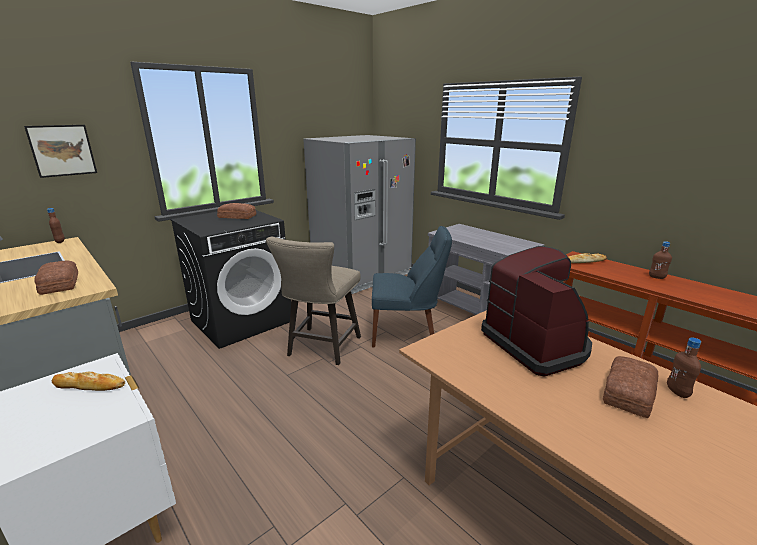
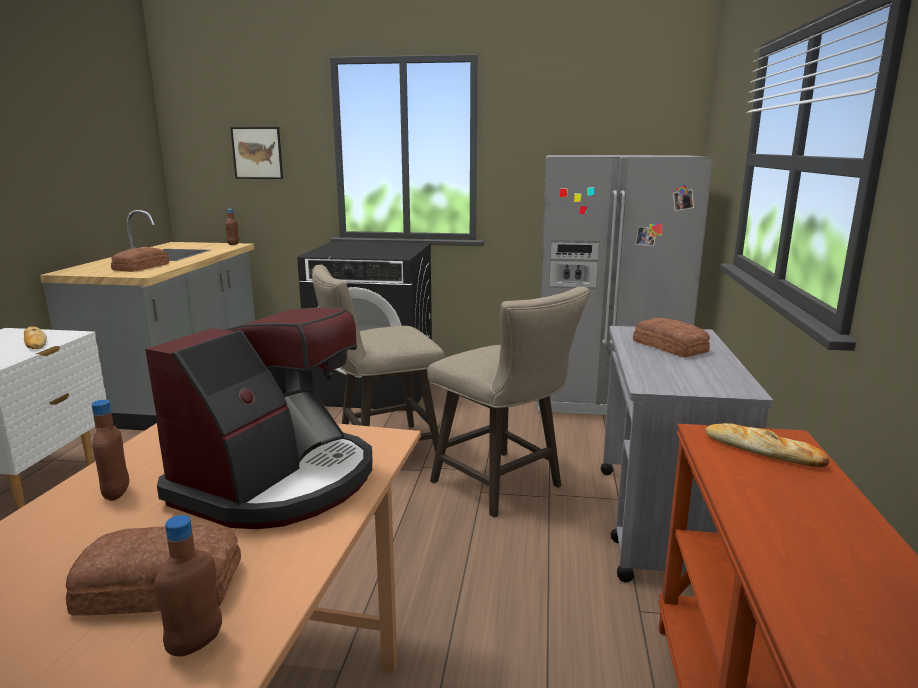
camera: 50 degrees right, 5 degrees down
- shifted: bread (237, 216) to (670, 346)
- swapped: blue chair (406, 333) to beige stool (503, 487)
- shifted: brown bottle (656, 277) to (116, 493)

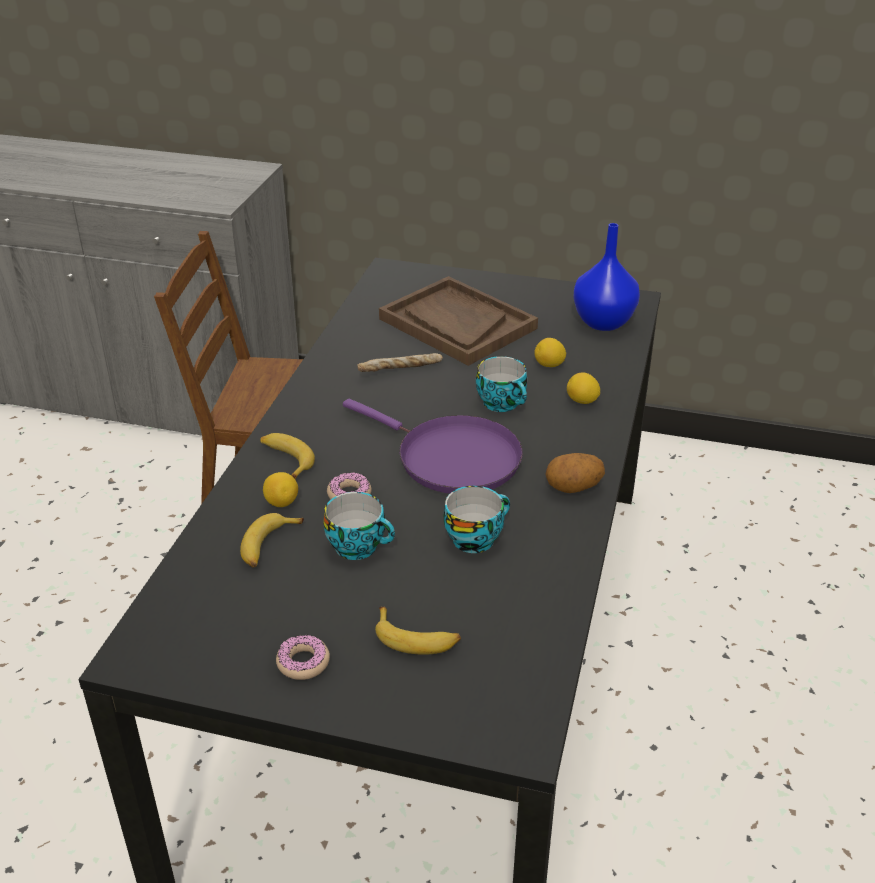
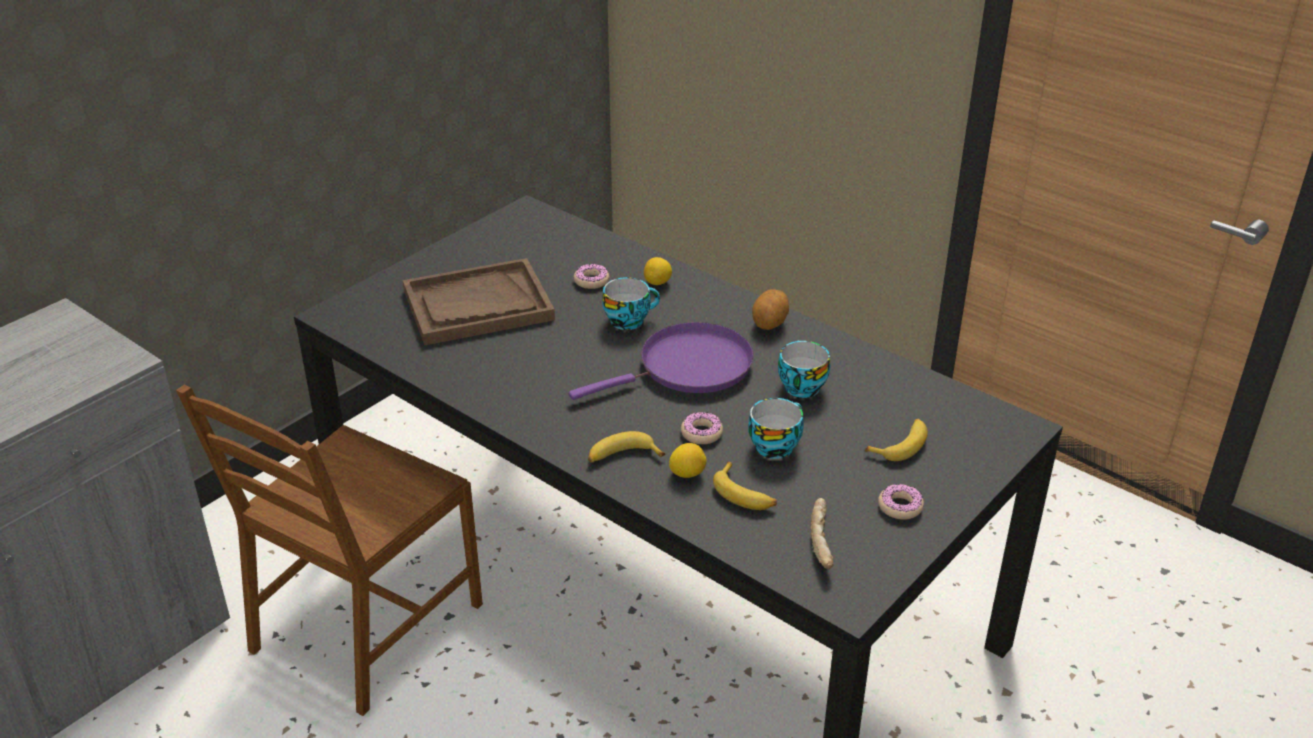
camera: 65 degrees left, 0 degrees up
- shifted: bread (401, 371) to (823, 541)
- swapped: lemon (549, 365) to donut (591, 281)
- gone: blue vase (602, 322)

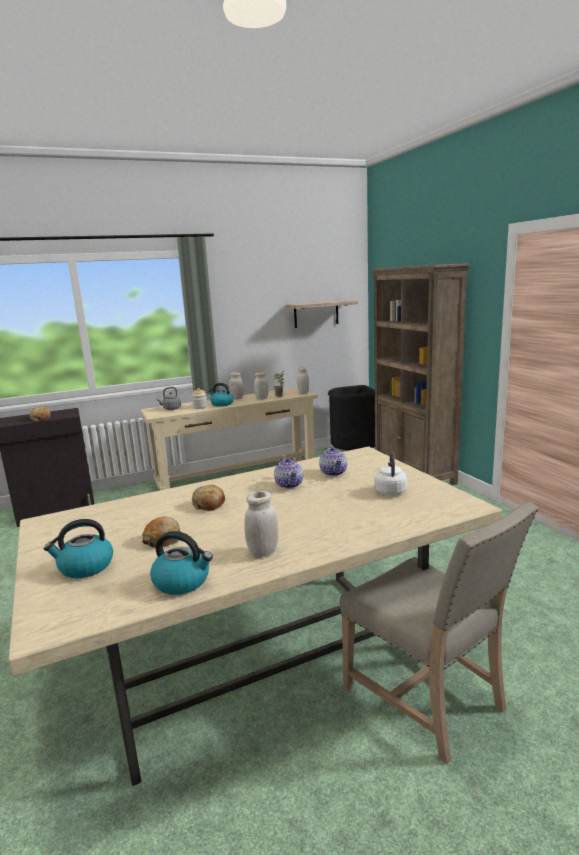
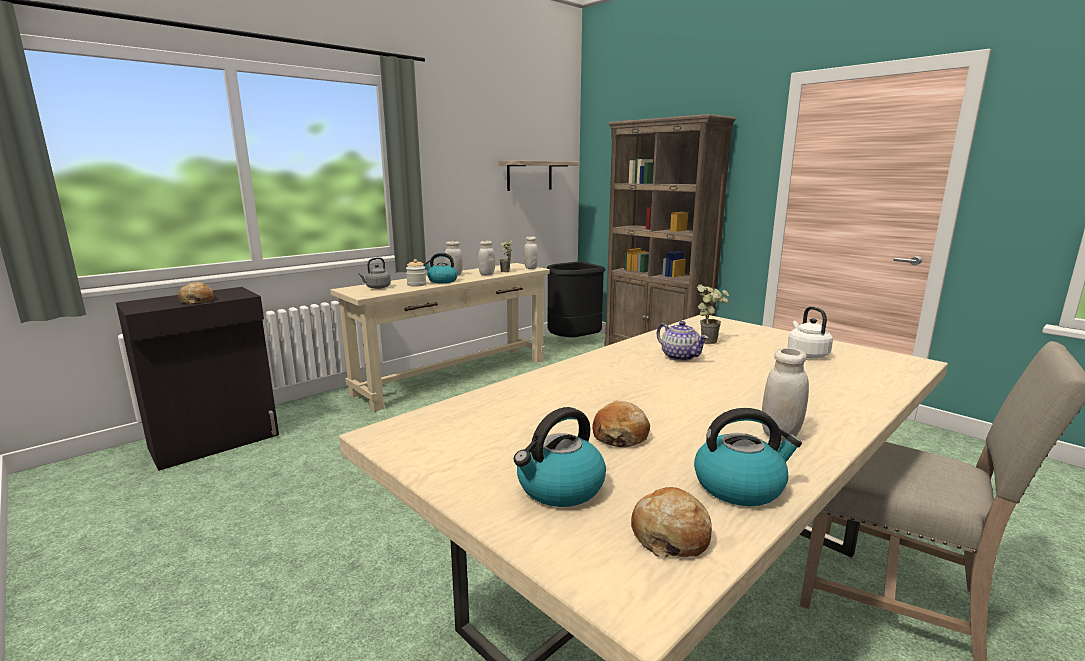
camera: 20 degrees left, 0 degrees up
- shifted: bread (209, 504) to (670, 535)
- swapped: teapot (333, 472) to potted plant (710, 341)

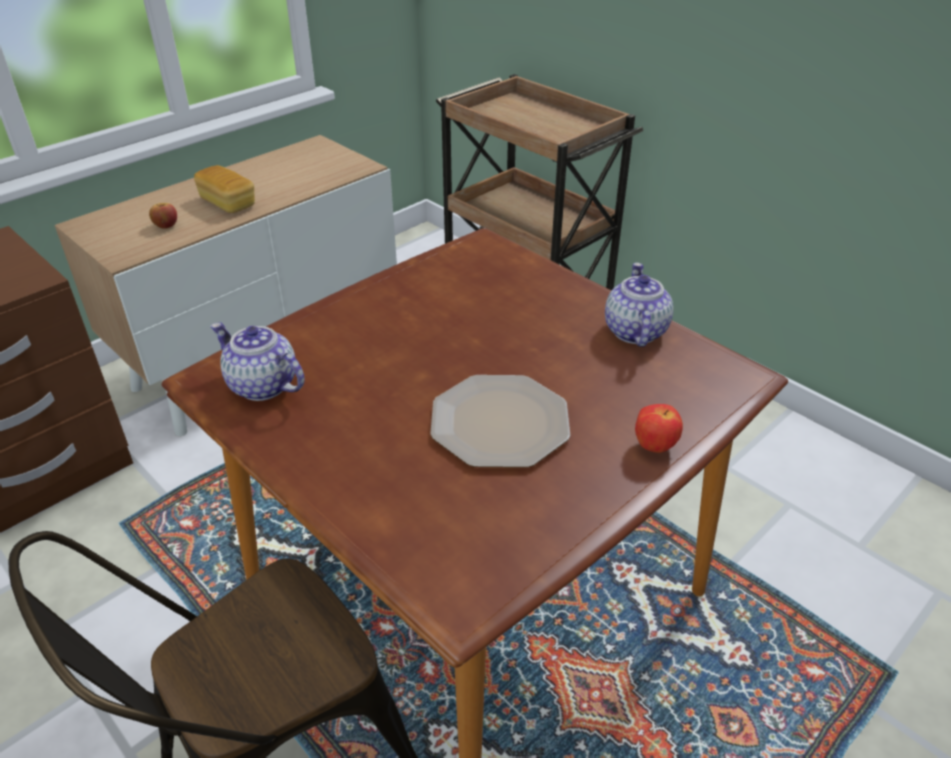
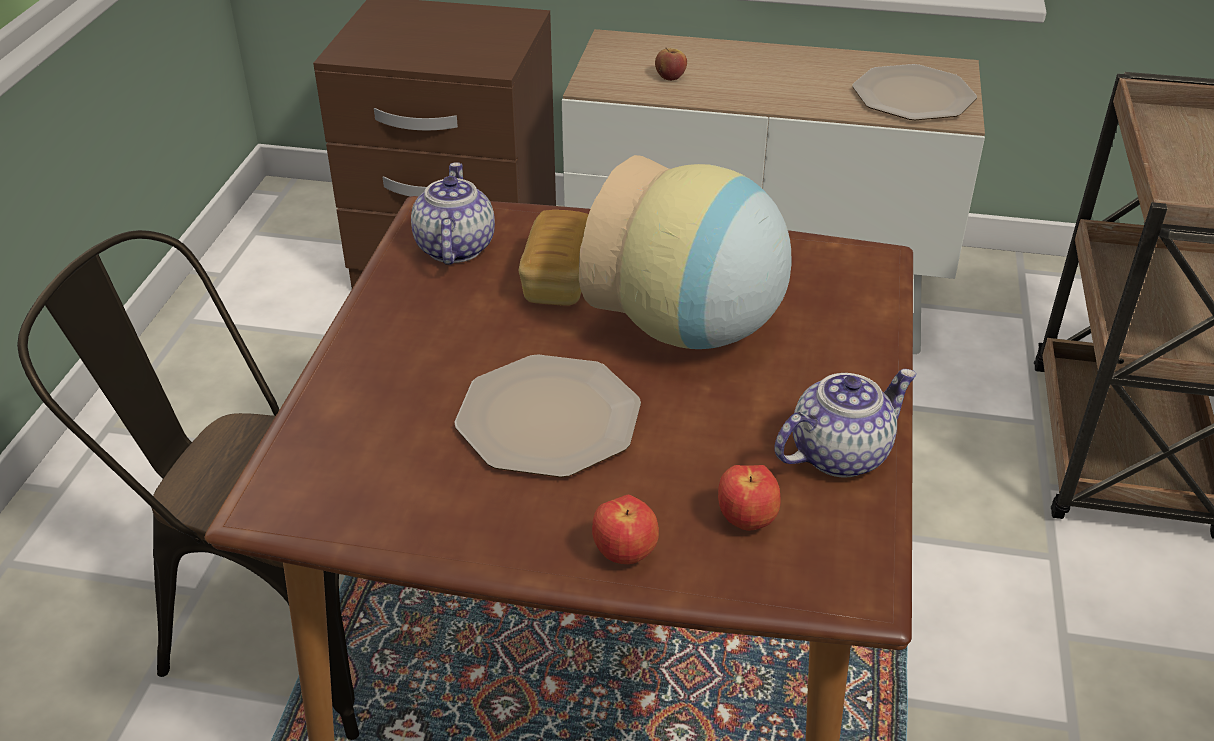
camera: 55 degrees right, 0 degrees up
- shifted: bread (228, 203) to (558, 279)
- new: vase (691, 329)
- new: apple (747, 521)
- new: plate (912, 95)

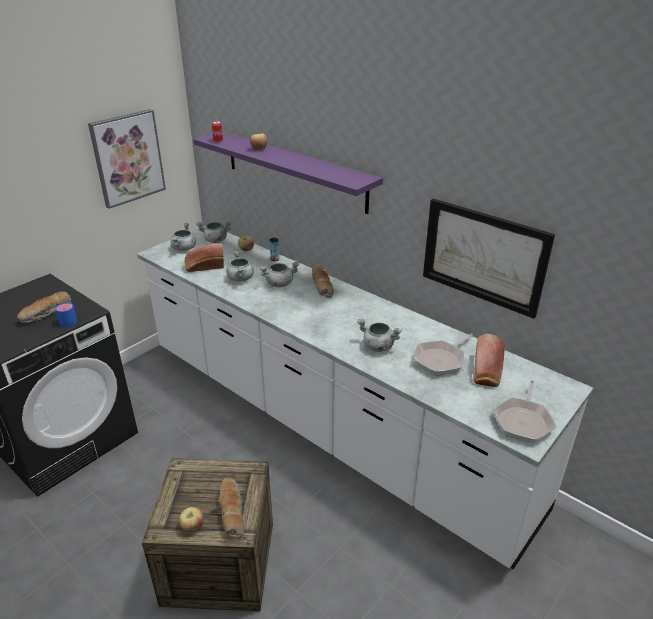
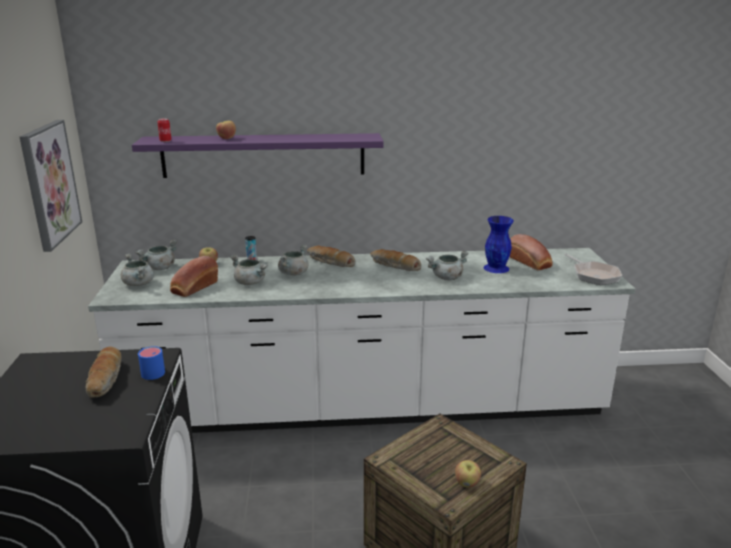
camera: 45 degrees left, 10 degrees down
- shifted: bread (231, 512) to (394, 266)
- swapped: frying pan (441, 360) to blue vase (496, 268)
- gone: picture (483, 256)

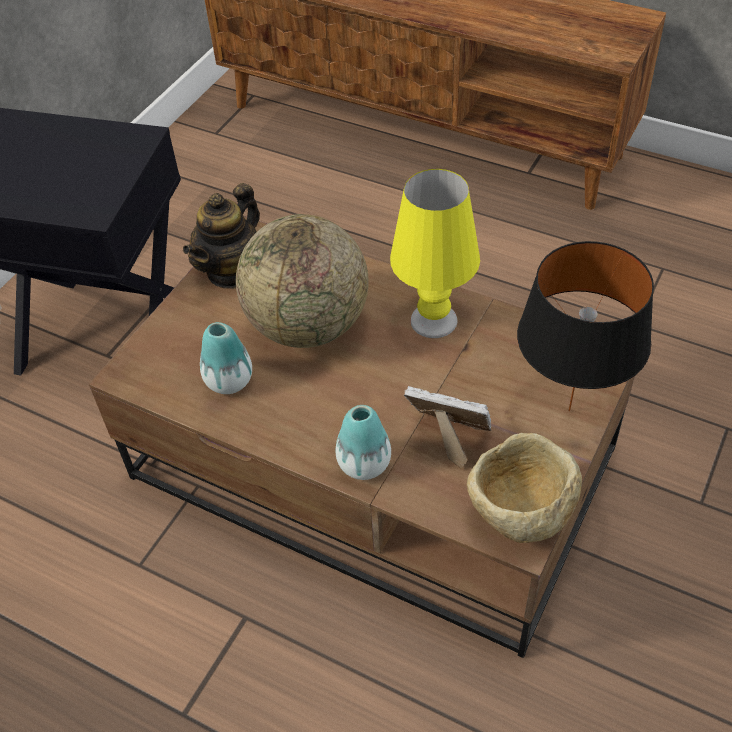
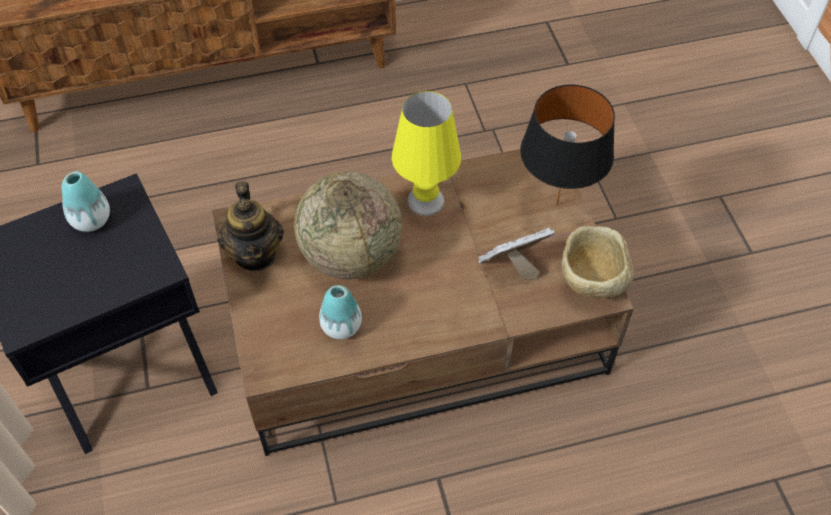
camera: 45 degrees left, 5 degrees up
- shifted: vase (364, 464) to (91, 220)

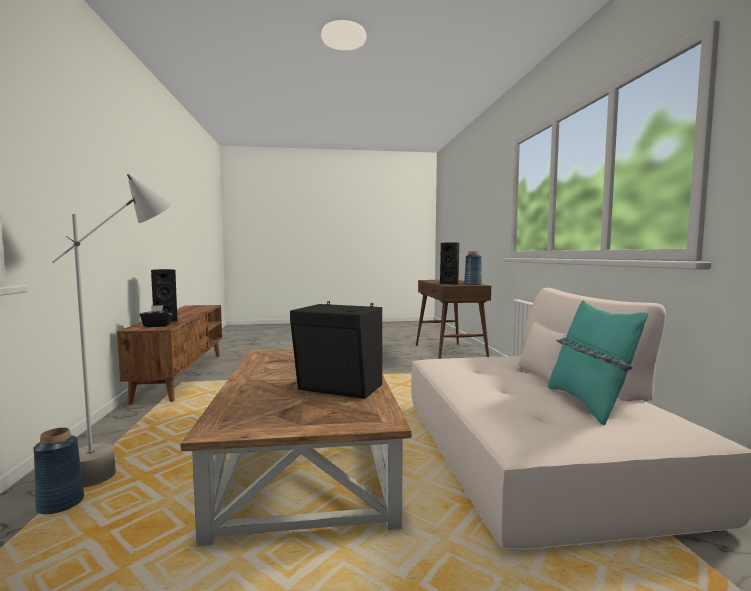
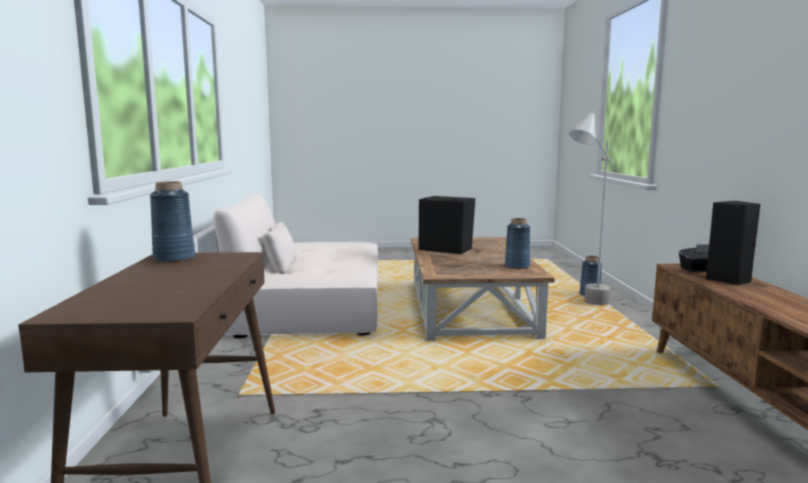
camera: 175 degrees left, 5 degrees up
- gone: black speaker (450, 283)
- gone: turquoise pillow (589, 404)
- new: blue vase (517, 266)

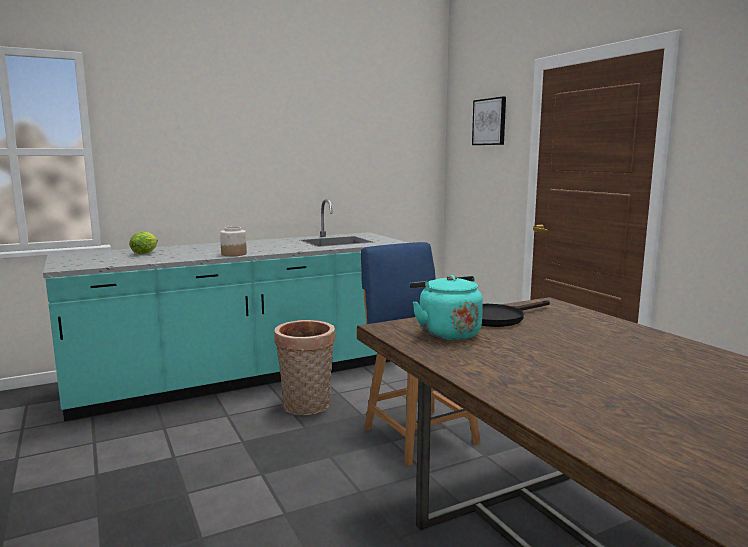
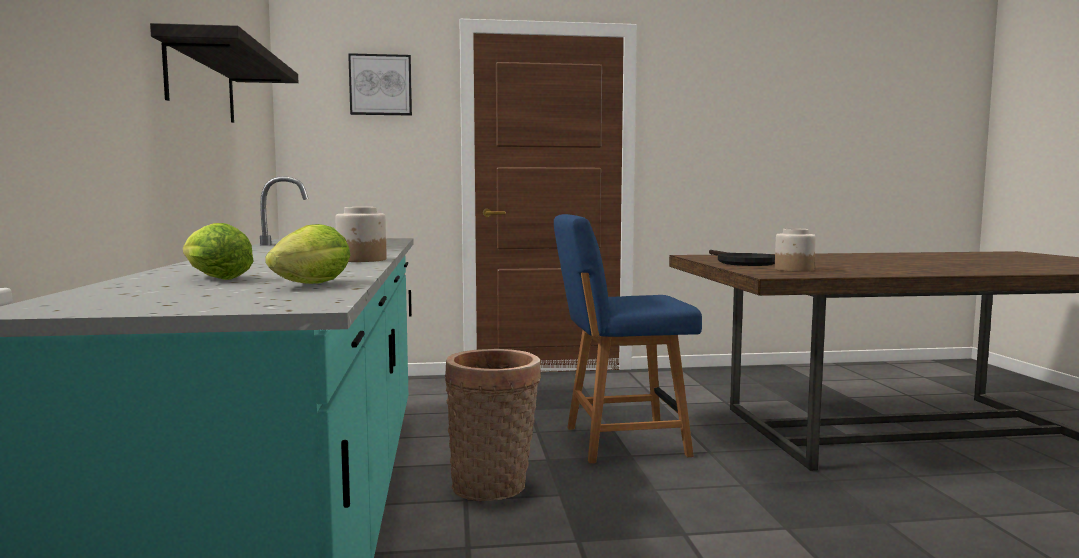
camera: 70 degrees left, 5 degrees down
- swapped: turquoise kettle (446, 333) to jar (793, 269)
- new: shelf (201, 82)
- new: lettuce (307, 285)

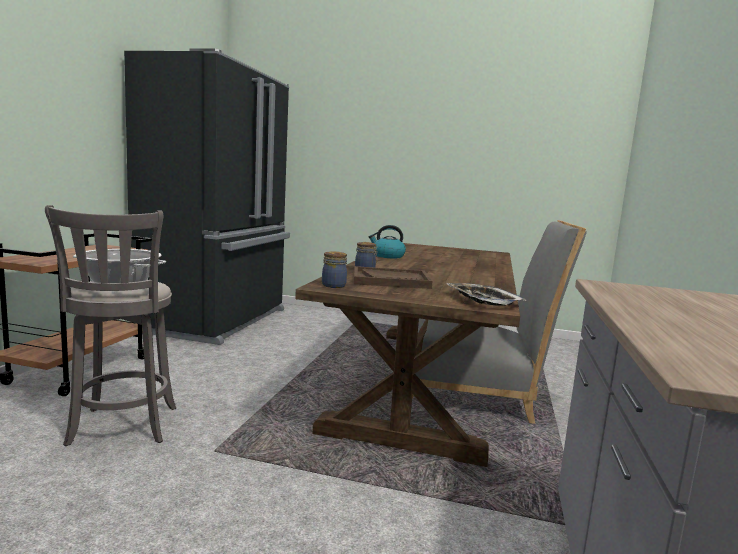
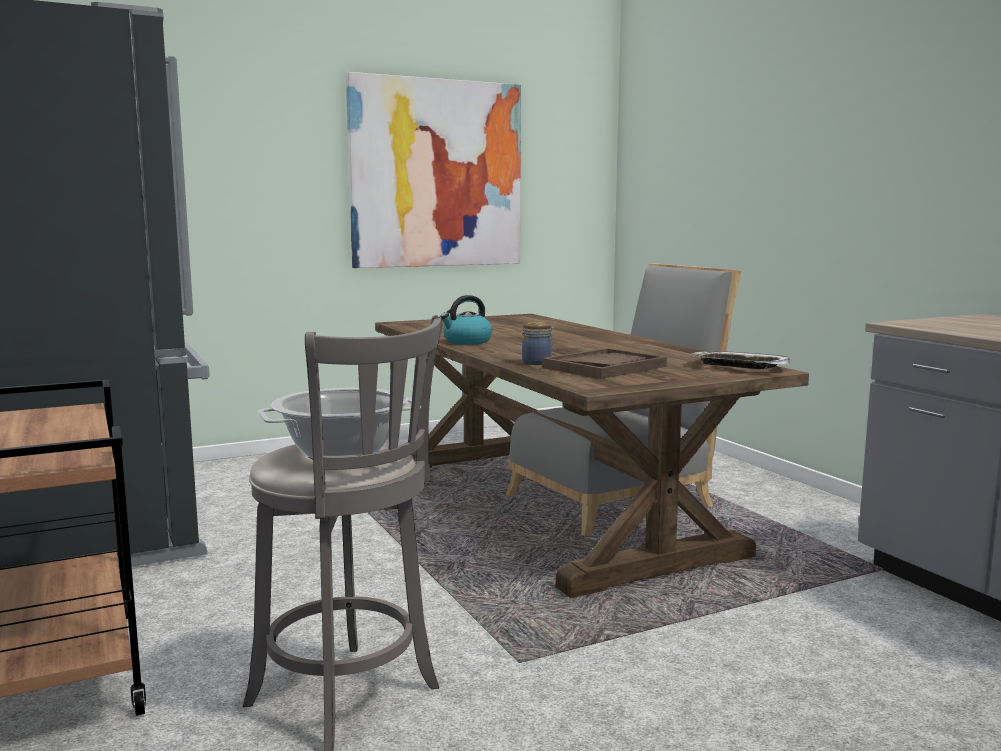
camera: 40 degrees left, 0 degrees up
- gone: jar (334, 285)
- new: picture (436, 174)

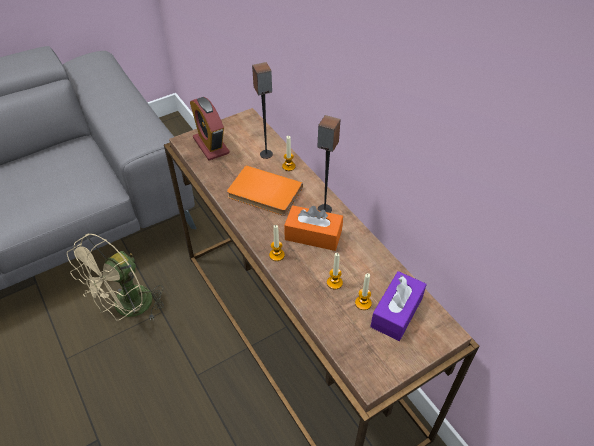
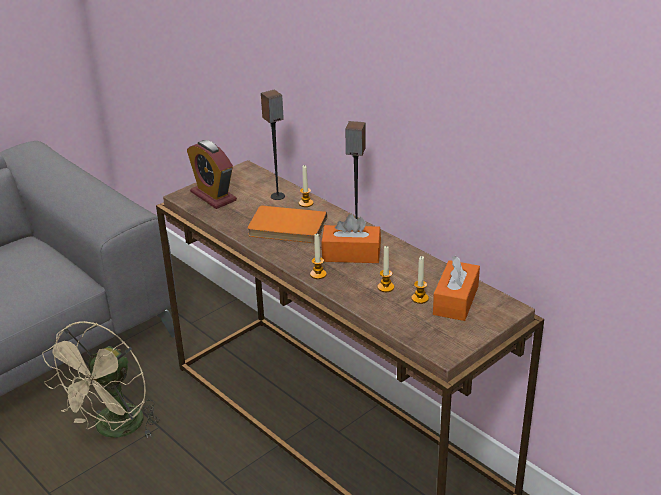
camera: 10 degrees left, 15 degrees down
- repainted: purple tissue box (396, 312) to orange tissue box (455, 300)

